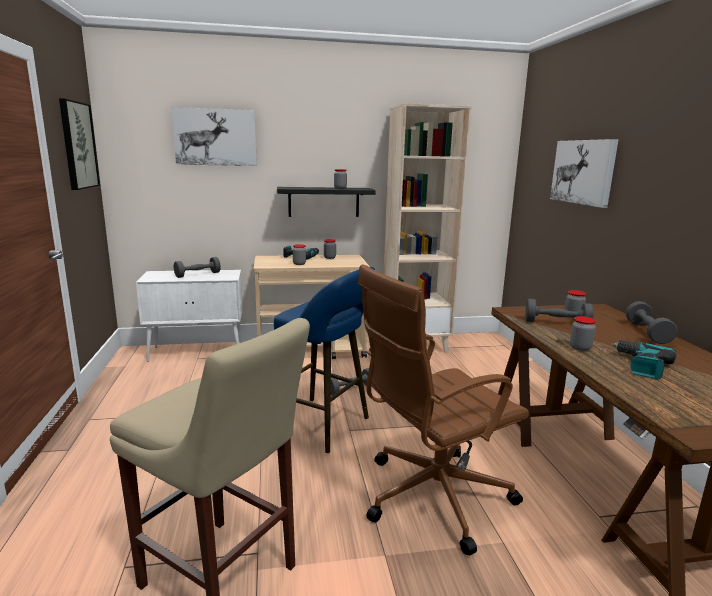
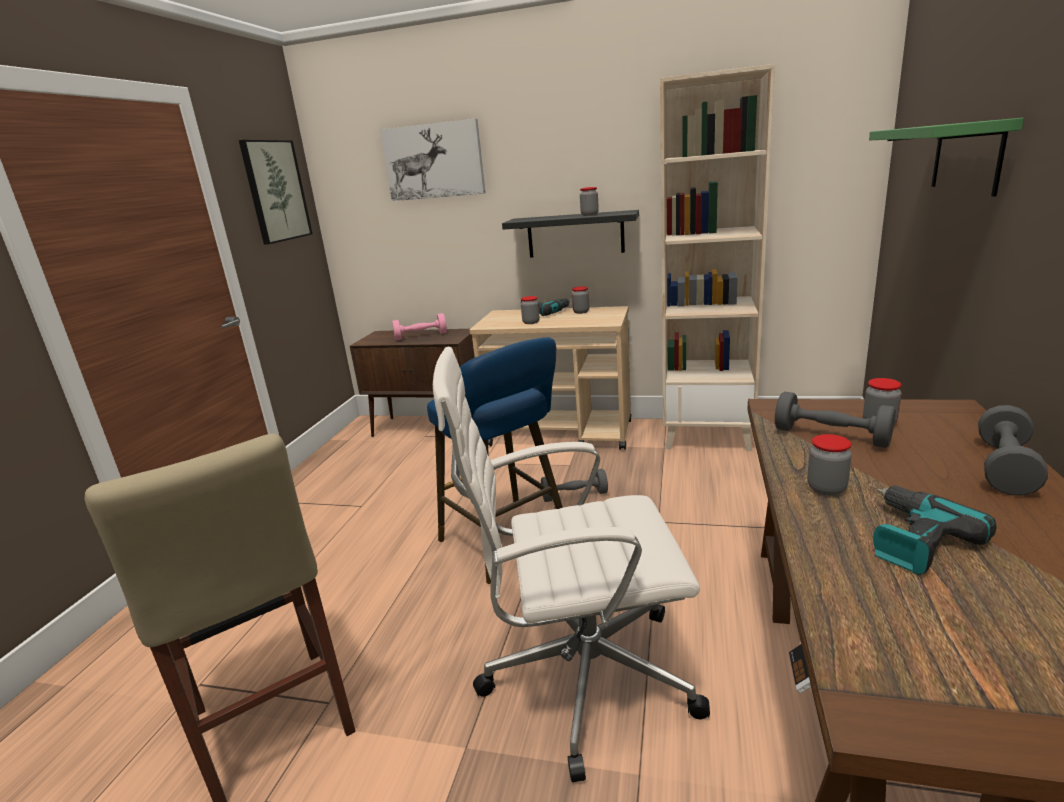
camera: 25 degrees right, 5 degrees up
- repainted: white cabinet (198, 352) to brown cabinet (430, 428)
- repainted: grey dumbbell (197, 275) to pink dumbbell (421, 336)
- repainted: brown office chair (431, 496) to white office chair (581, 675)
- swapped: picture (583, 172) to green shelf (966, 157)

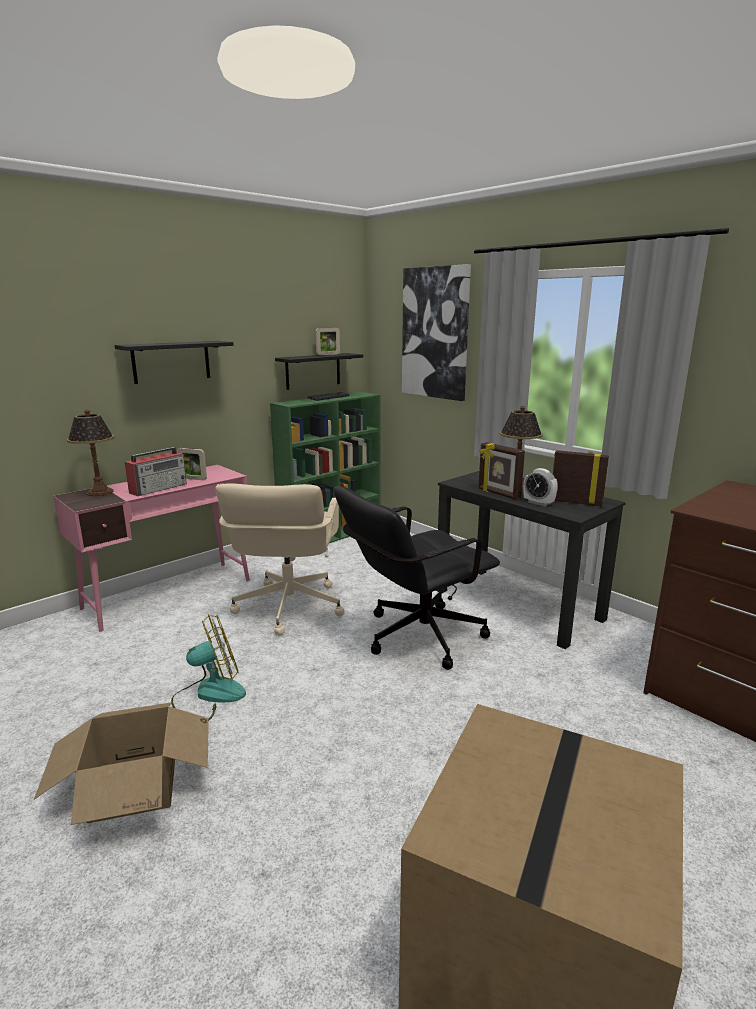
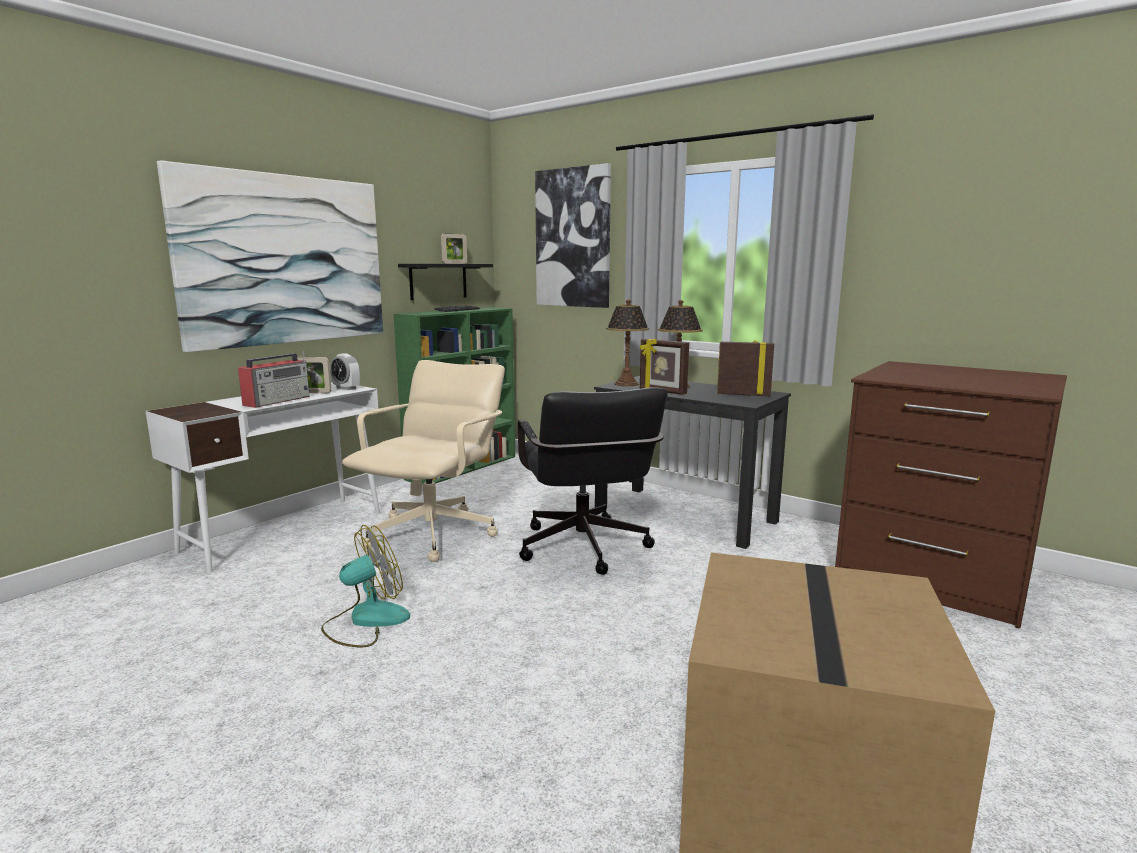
camera: 10 degrees left, 5 degrees down
- gone: cardboard box (135, 785)
- repainted: pink desk (169, 593) to white desk (286, 531)
- shifted: table lamp (99, 492) to (626, 384)
- swapped: black shelf (171, 361) to picture (285, 260)
- rotated: beige office chair (288, 607) = (434, 534) 150 degrees counterclockwise
- rotated: black office chair (414, 638) = (585, 551) 60 degrees counterclockwise
- shifted: alarm clock (538, 503) to (346, 388)

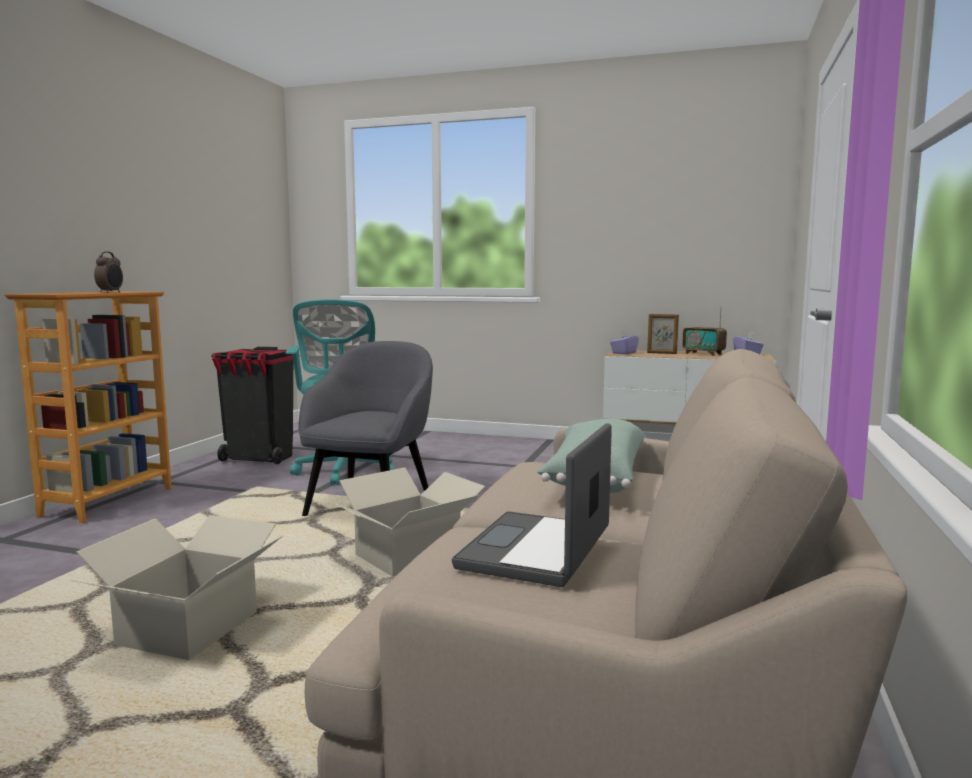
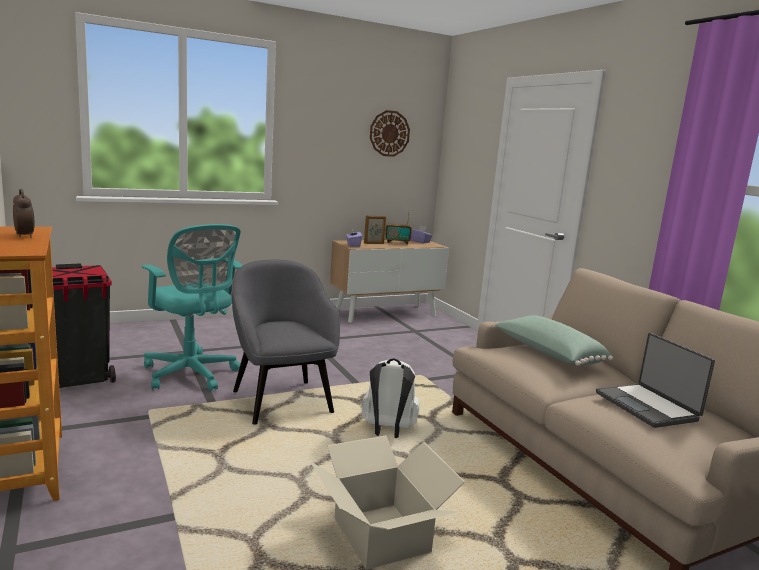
camera: 45 degrees left, 5 degrees up
- swapped: cardboard box (407, 556) to white backpack (387, 431)
- new: wall clock (389, 133)

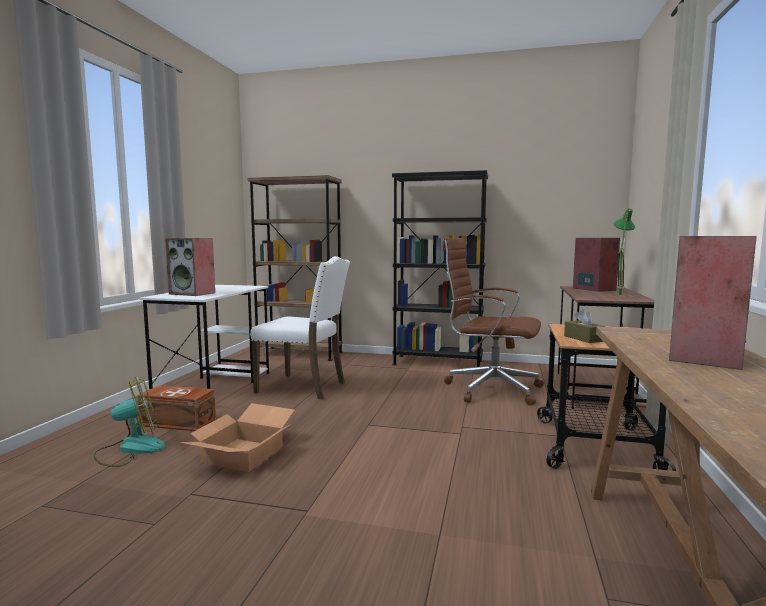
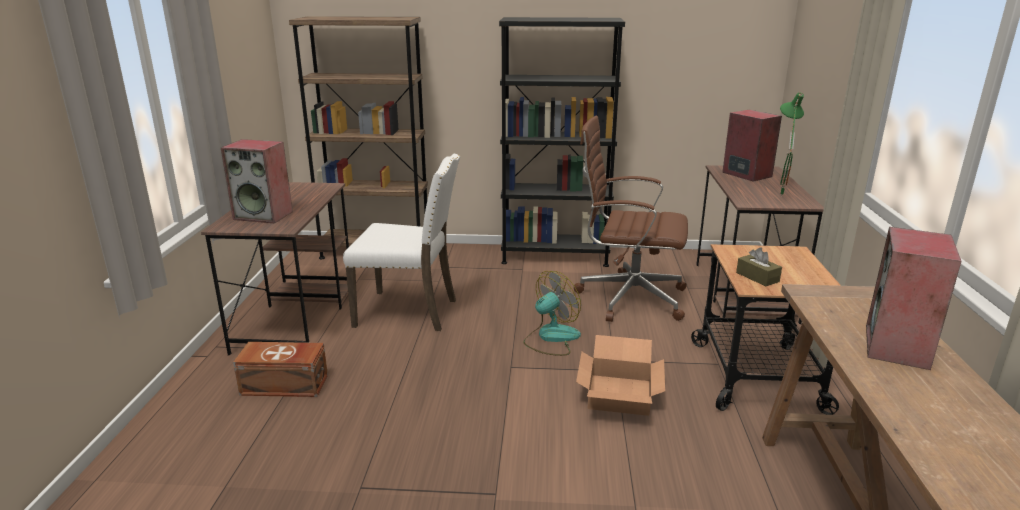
camera: 10 degrees left, 15 degrees up
- shifted: fan (130, 449) to (551, 338)
- repainted: white desk (215, 386) to brown desk (296, 318)
- shifted: cardboard box (242, 453) to (618, 393)

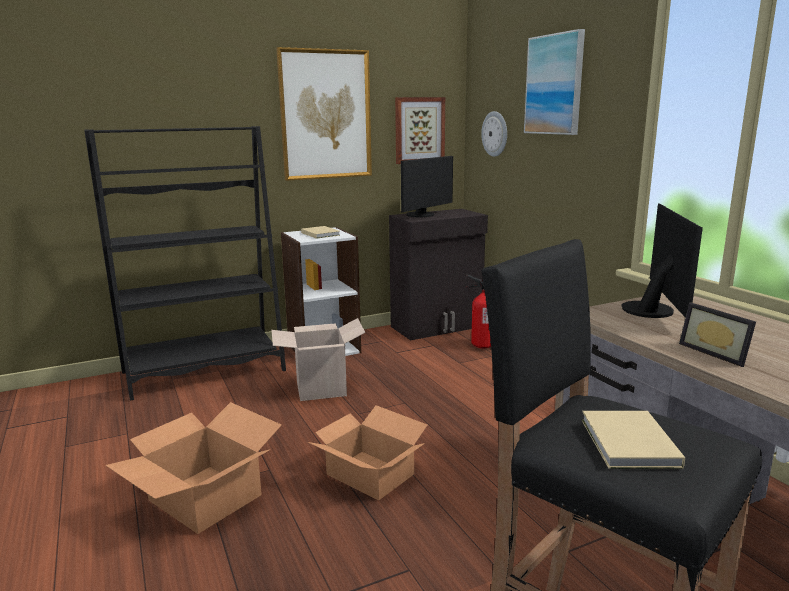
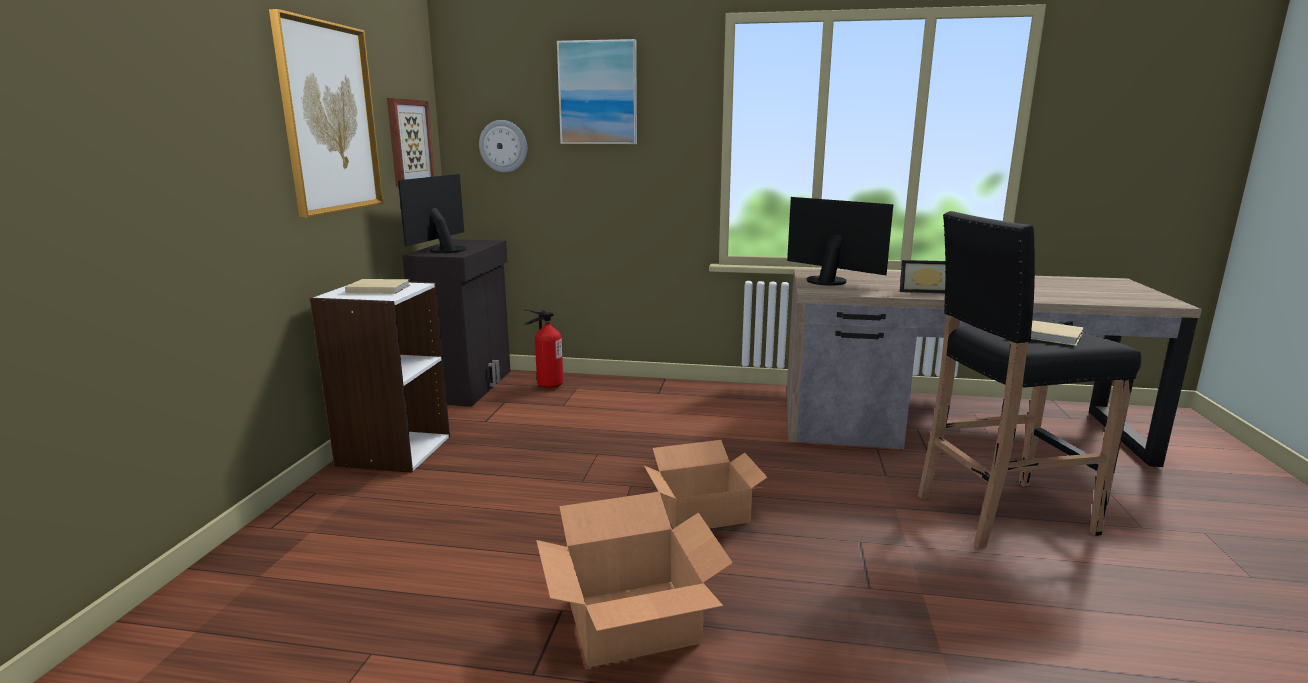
camera: 55 degrees left, 0 degrees up
- gone: black bookcase (204, 372)
- gone: cardboard box (321, 389)
- rotated: monitor (423, 215) = (444, 250) 150 degrees counterclockwise

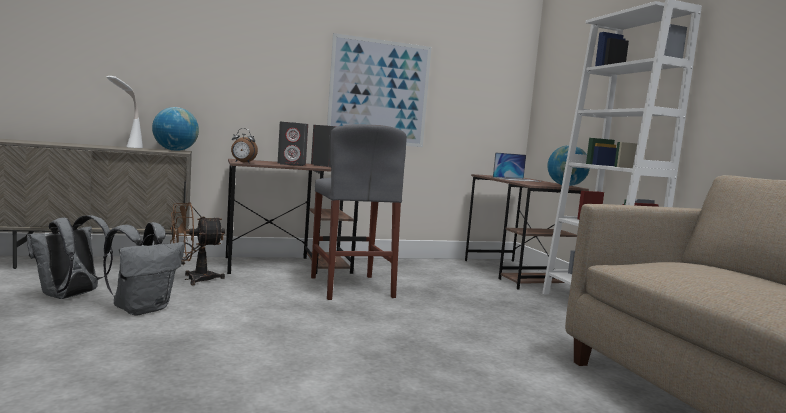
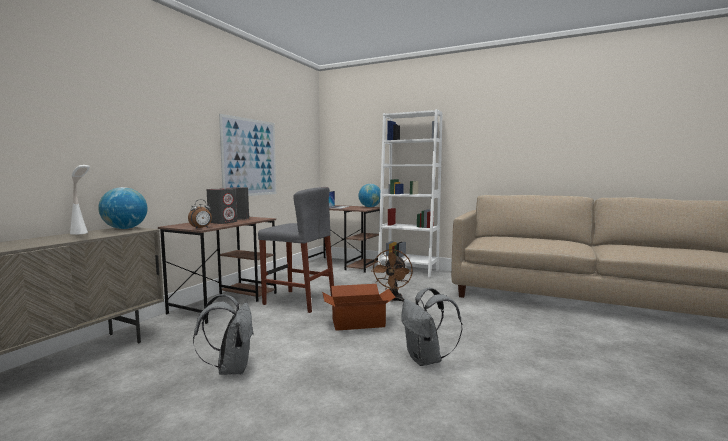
camera: 45 degrees left, 0 degrees up
- shifted: grey backpack (70, 296) to (426, 360)
- shifted: brown fan (193, 279) to (393, 300)
- new: cardboard box (357, 322)

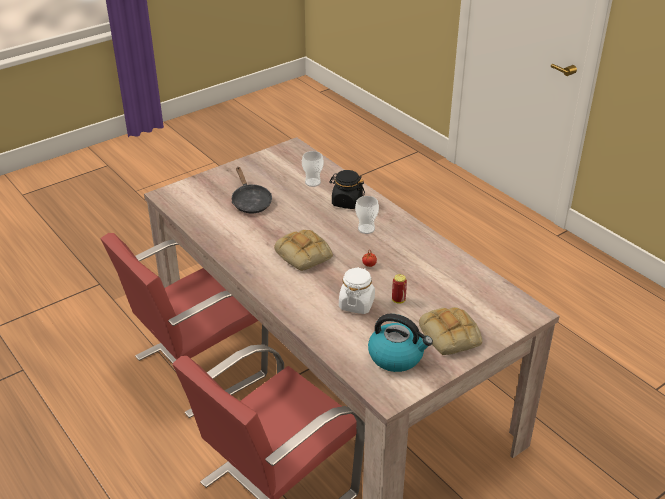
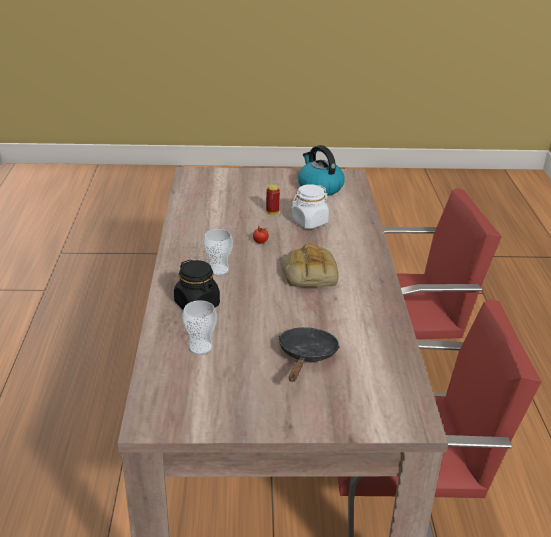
camera: 145 degrees left, 5 degrees down
- gone: bread (451, 336)

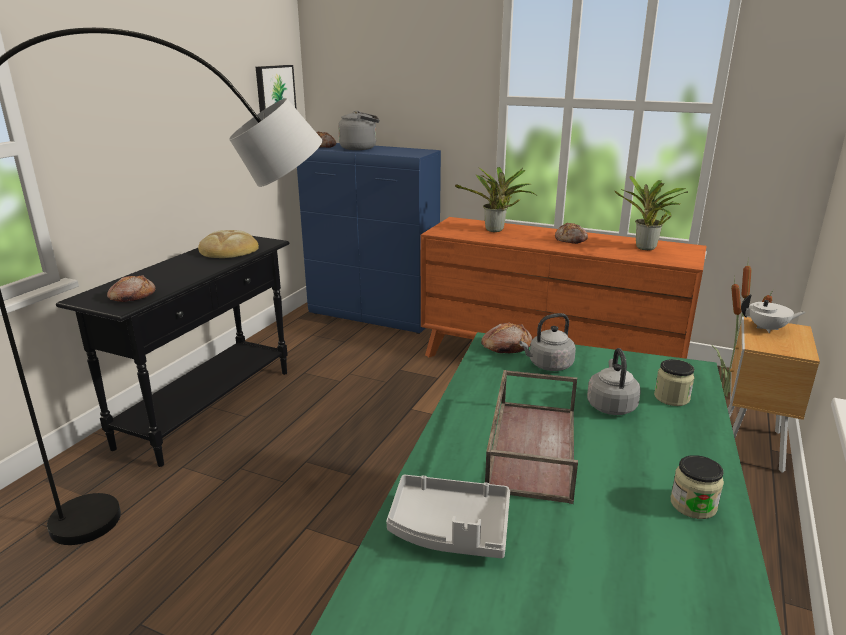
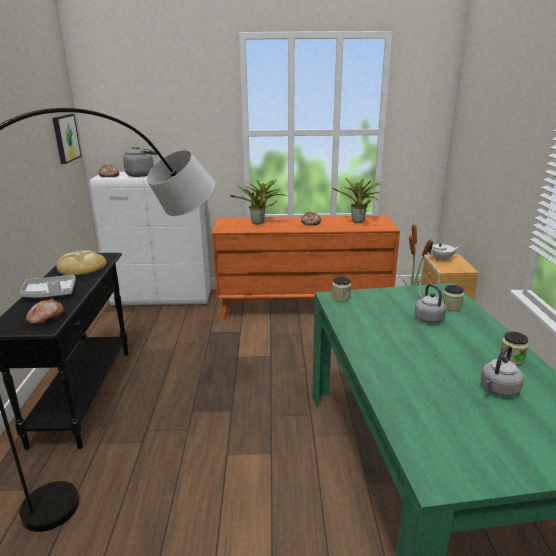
camera: 25 degrees left, 0 degrees up
- repainted: blue cabinet (374, 317) to white cabinet (163, 299)
- shifted: grey tray (450, 529) to (50, 293)
- swapped: bread (506, 347) to jar (341, 297)
- gone: brown tray (531, 447)
- shifted: grey kettle (548, 365) to (498, 390)

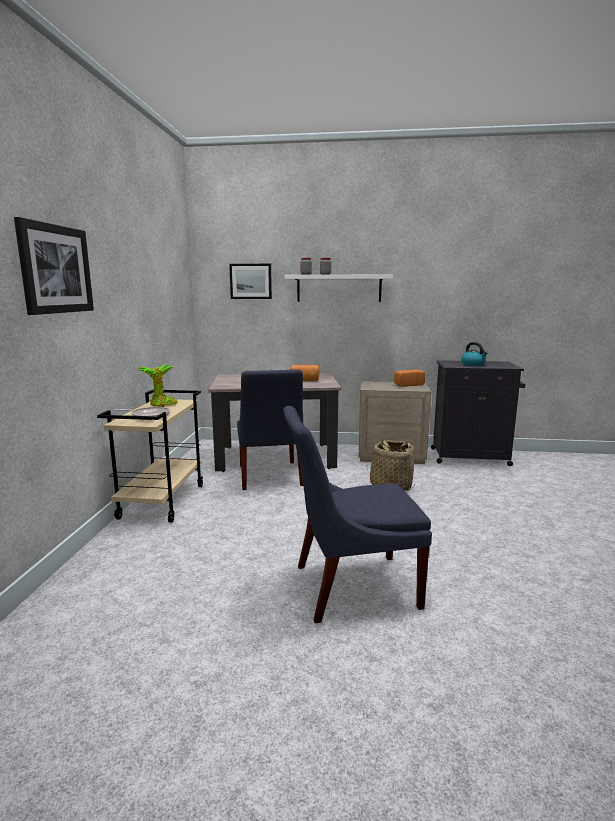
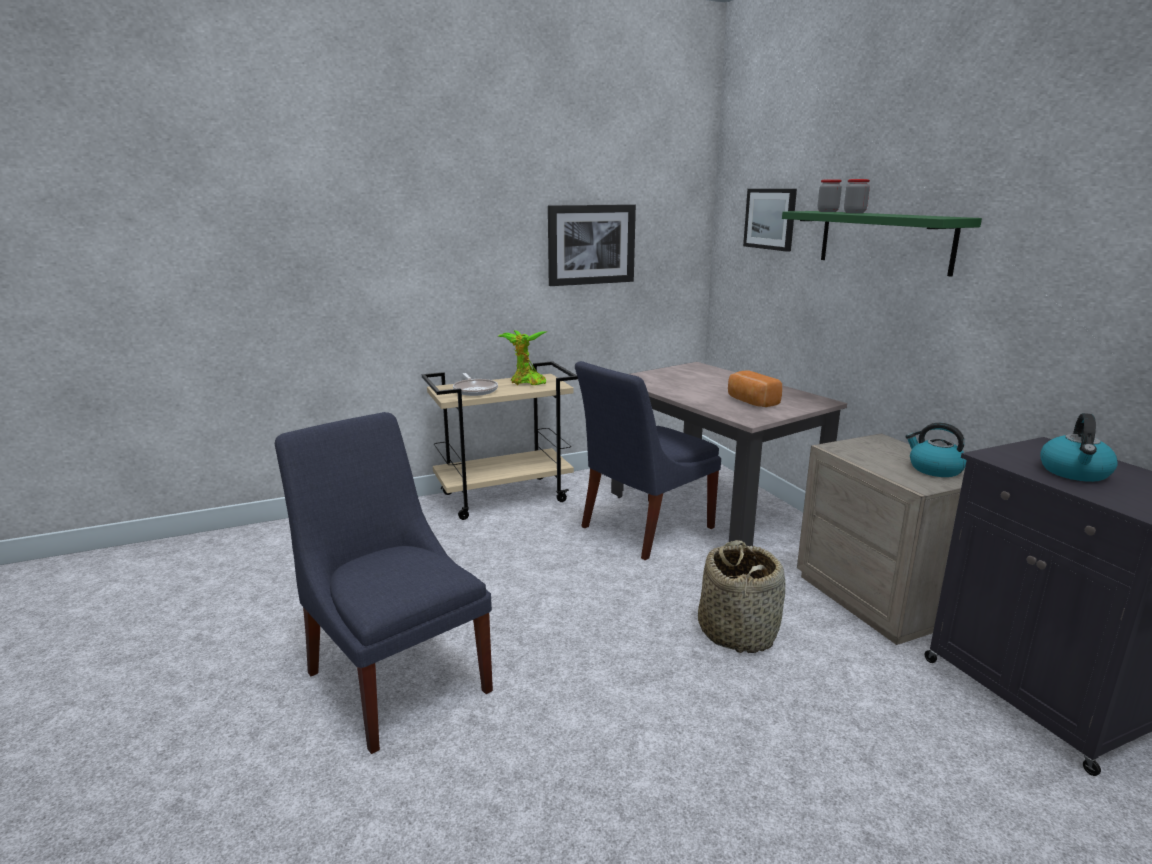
camera: 60 degrees right, 5 degrees up
- shifted: picture (56, 269) to (591, 244)
- repainted: white shelf (339, 288) to green shelf (884, 240)
- swapped: bread (407, 385) to kettle (934, 469)

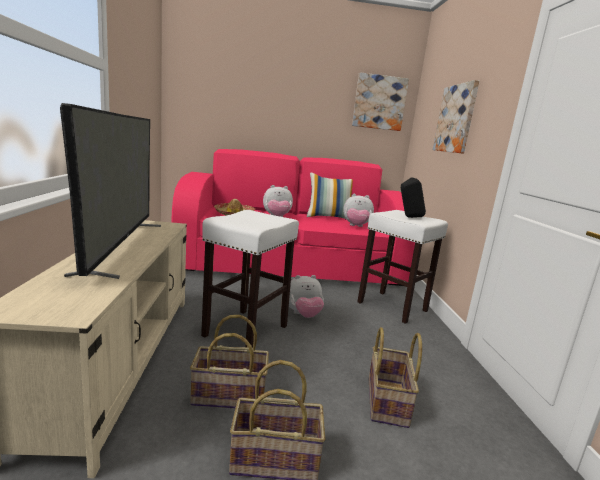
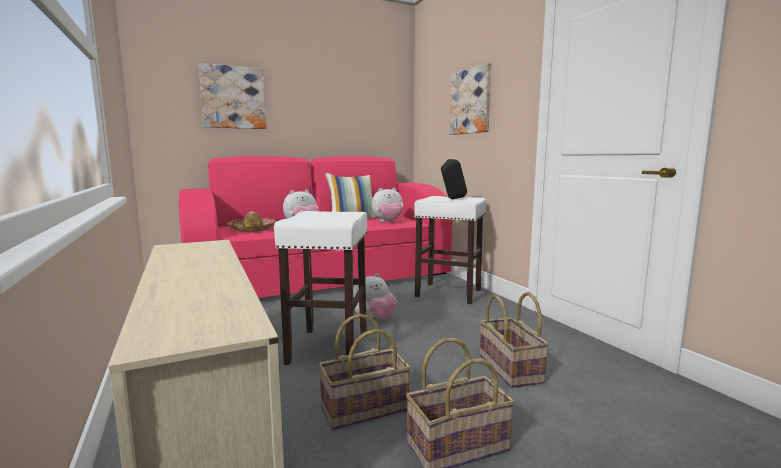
camera: 20 degrees left, 5 degrees down
- gone: television (122, 246)
- shifted: picture (379, 102) to (233, 97)

